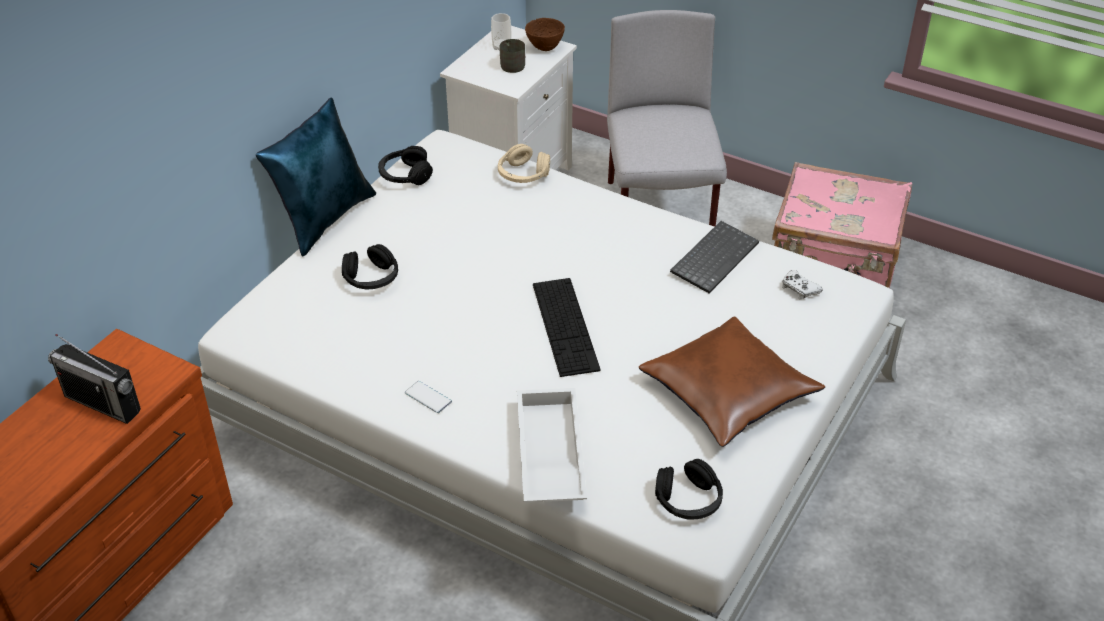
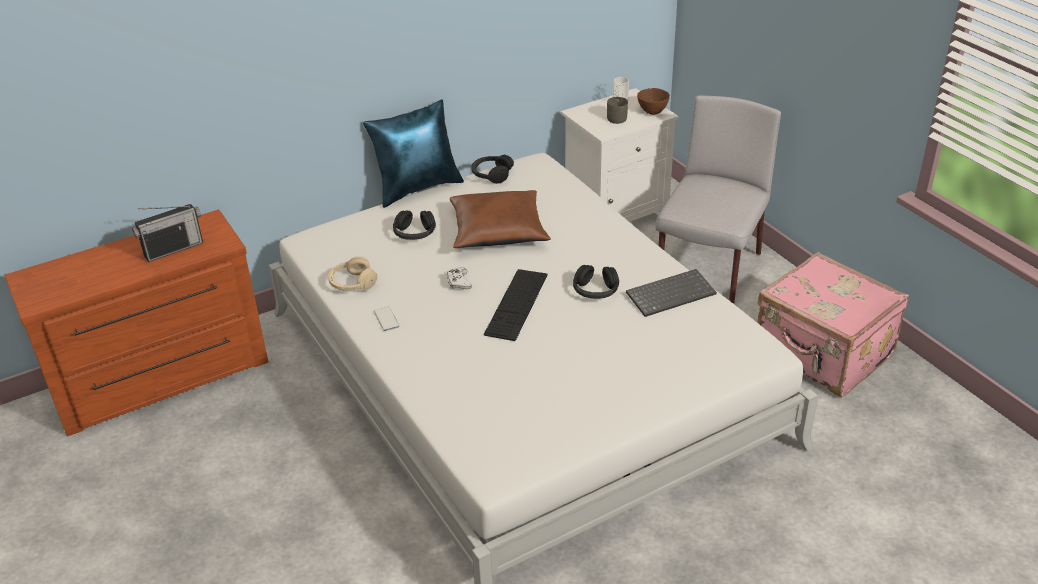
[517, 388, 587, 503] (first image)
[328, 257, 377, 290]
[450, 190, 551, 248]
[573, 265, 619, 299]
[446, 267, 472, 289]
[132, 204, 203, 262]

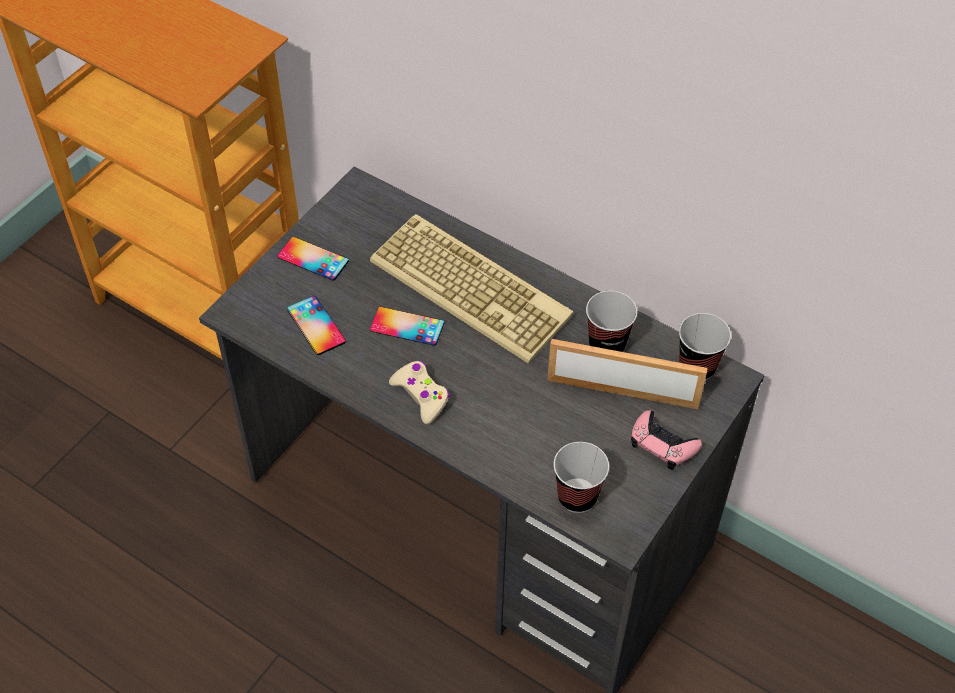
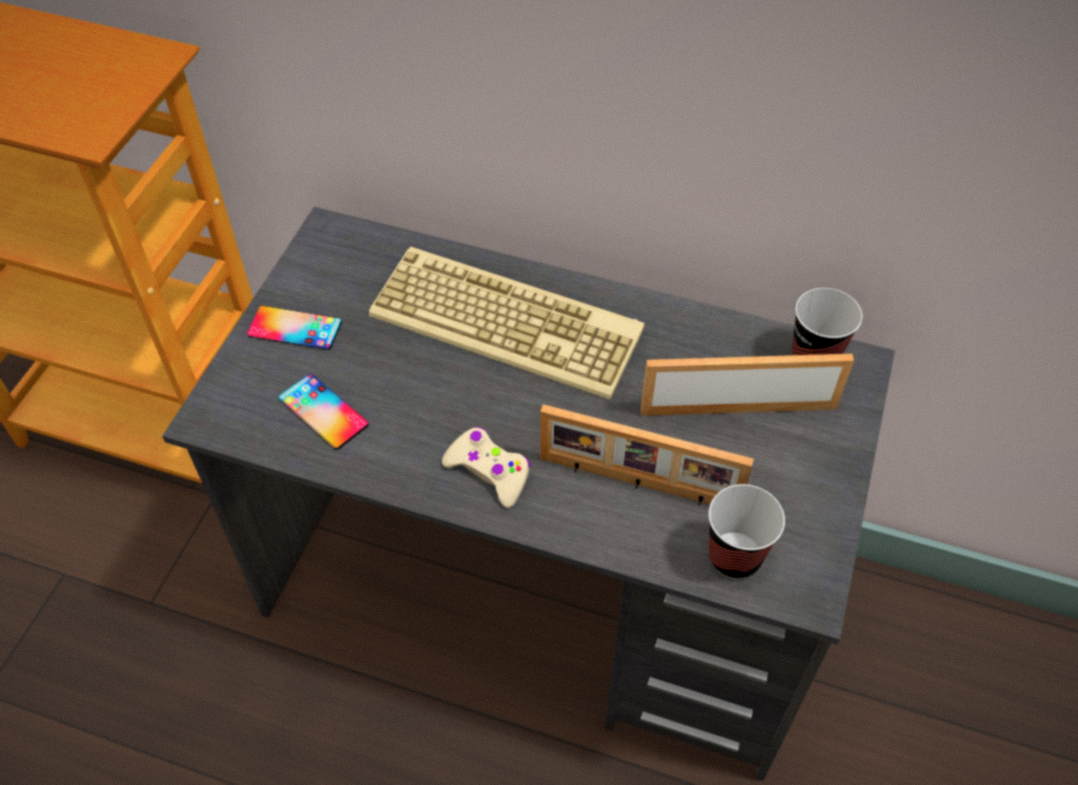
[370, 306, 444, 346] (first image)
[586, 291, 637, 352] (first image)
[631, 410, 702, 470] (first image)
[540, 404, 754, 506]

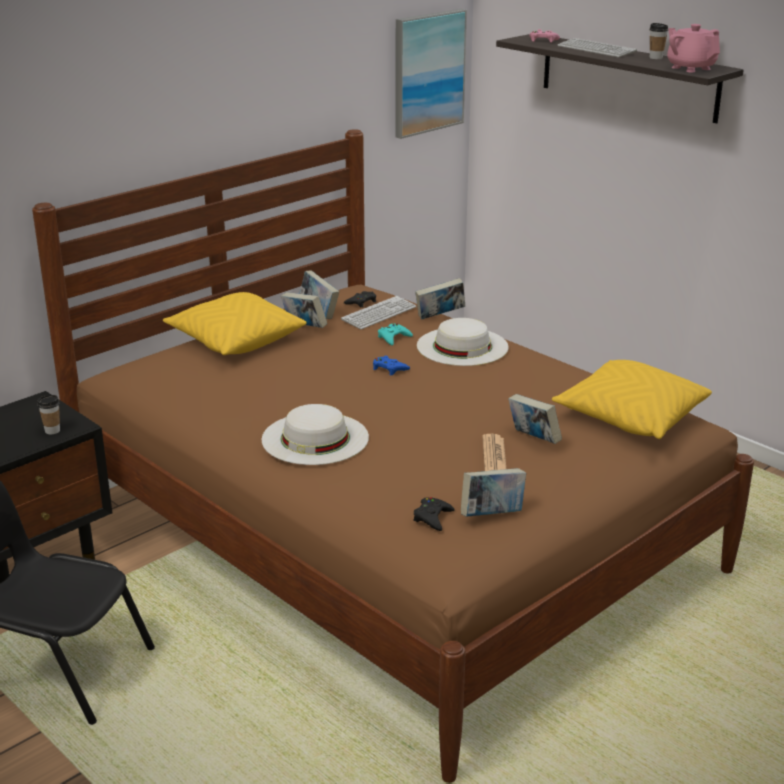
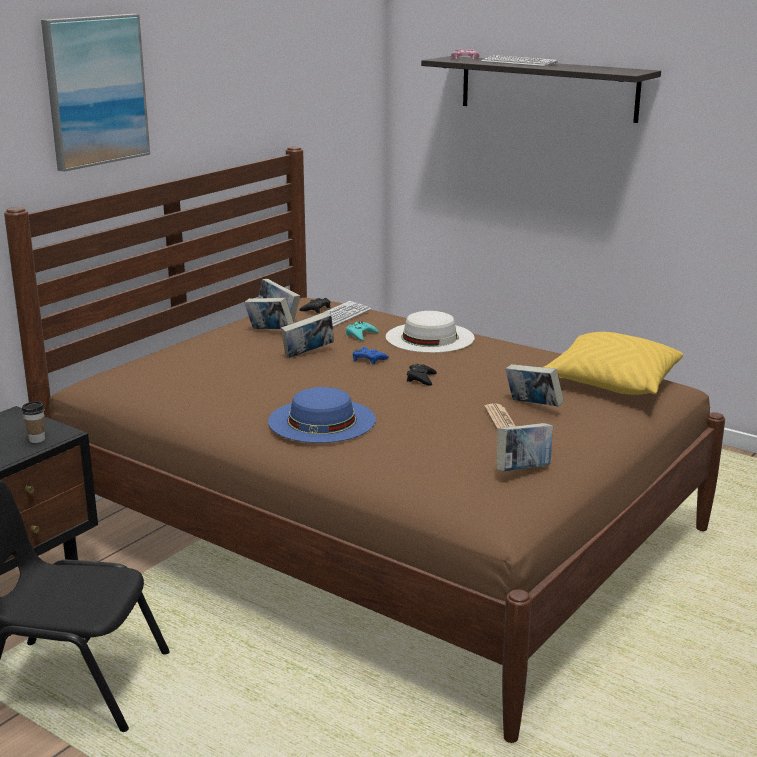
[163, 292, 307, 355] (first image)
[650, 23, 668, 59] (first image)
[667, 24, 720, 72] (first image)
[41, 14, 150, 172]
[407, 364, 437, 386]
[281, 311, 334, 358]
[268, 387, 376, 443]

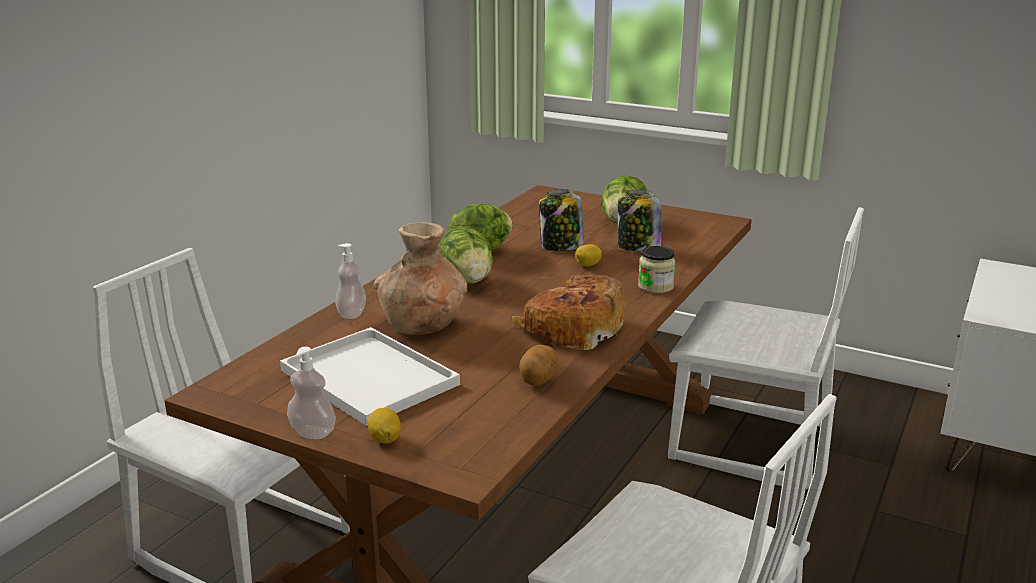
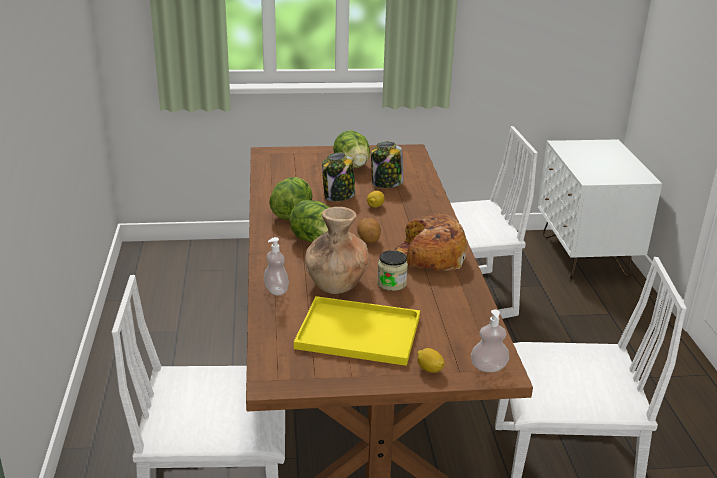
[471, 310, 509, 372]
[357, 218, 381, 243]
[377, 250, 408, 291]
[294, 296, 420, 366]

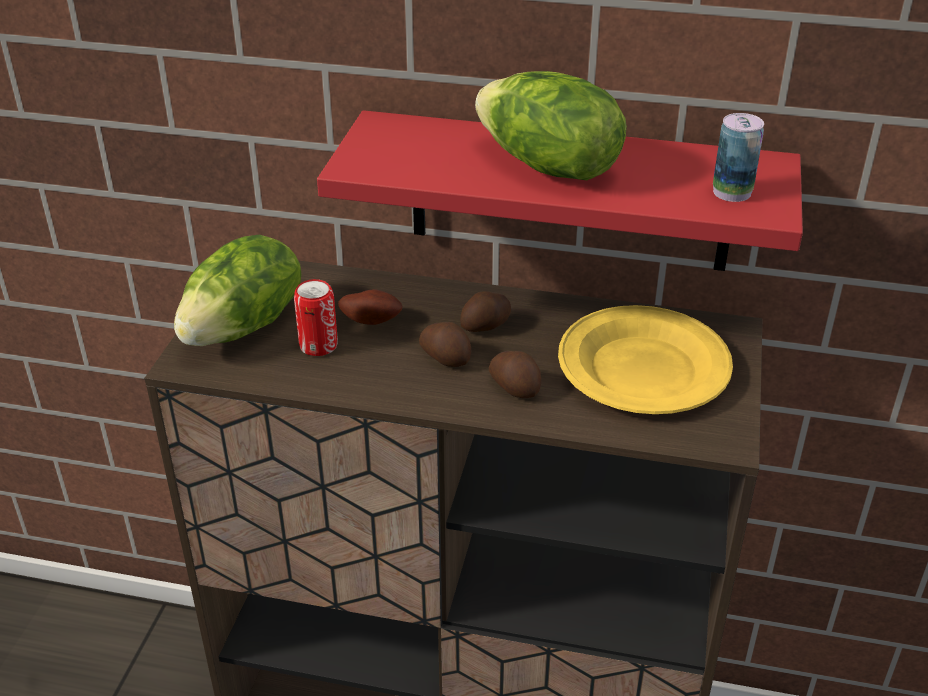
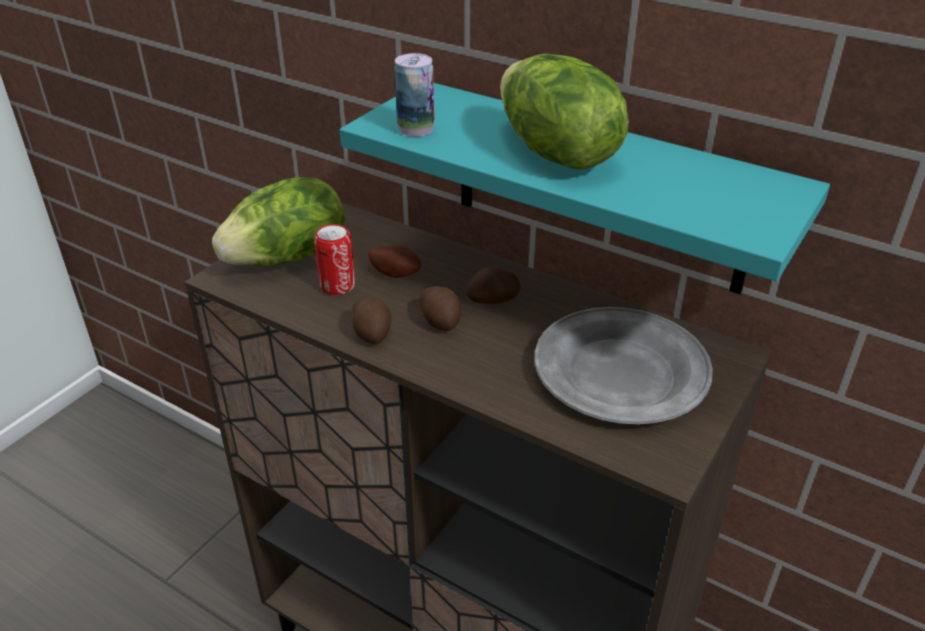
[352, 297, 392, 344]
[394, 53, 434, 137]
[340, 83, 830, 294]
[535, 307, 713, 424]

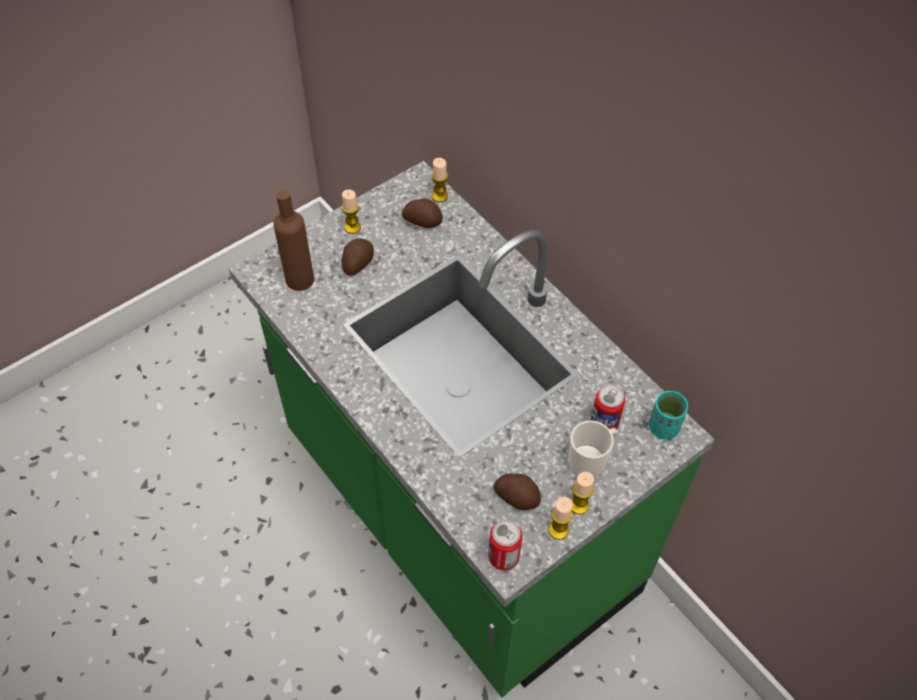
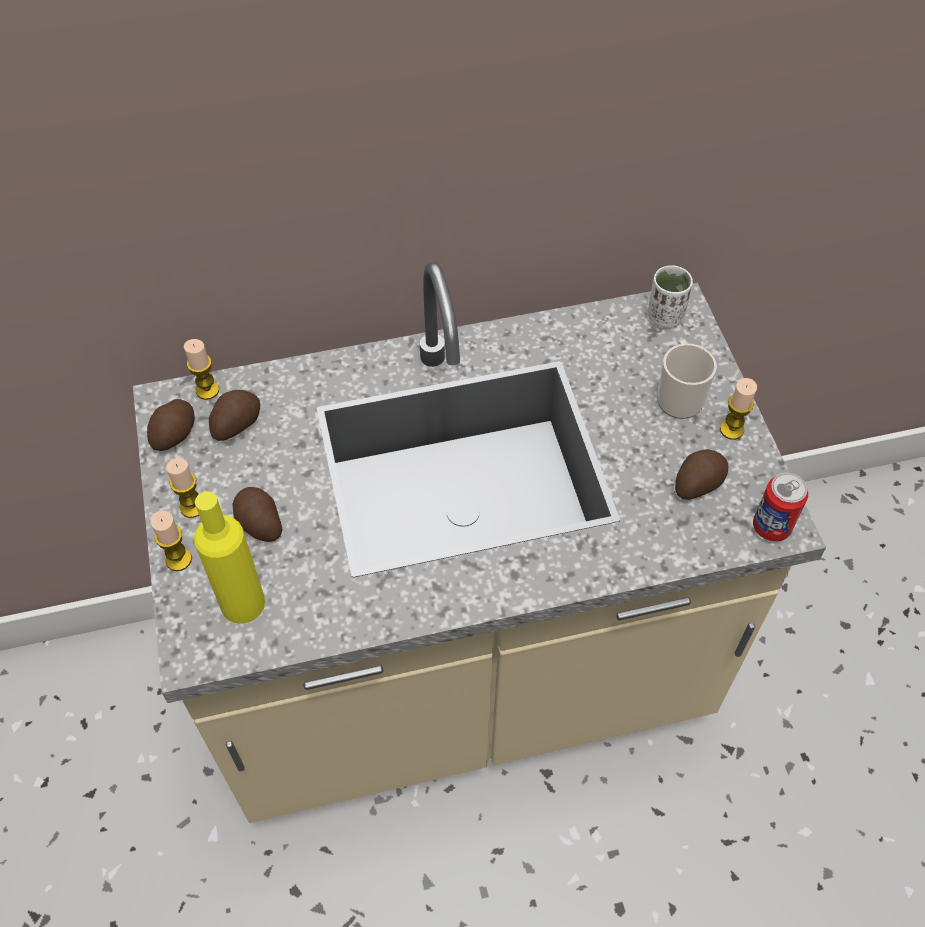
[590, 385, 625, 429] (first image)
[147, 399, 195, 451]
[151, 510, 192, 571]
[133, 261, 826, 823]
[194, 492, 265, 624]
[648, 265, 693, 328]

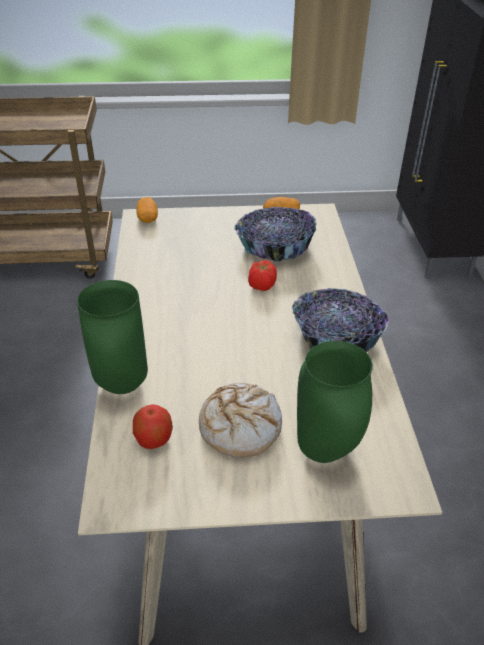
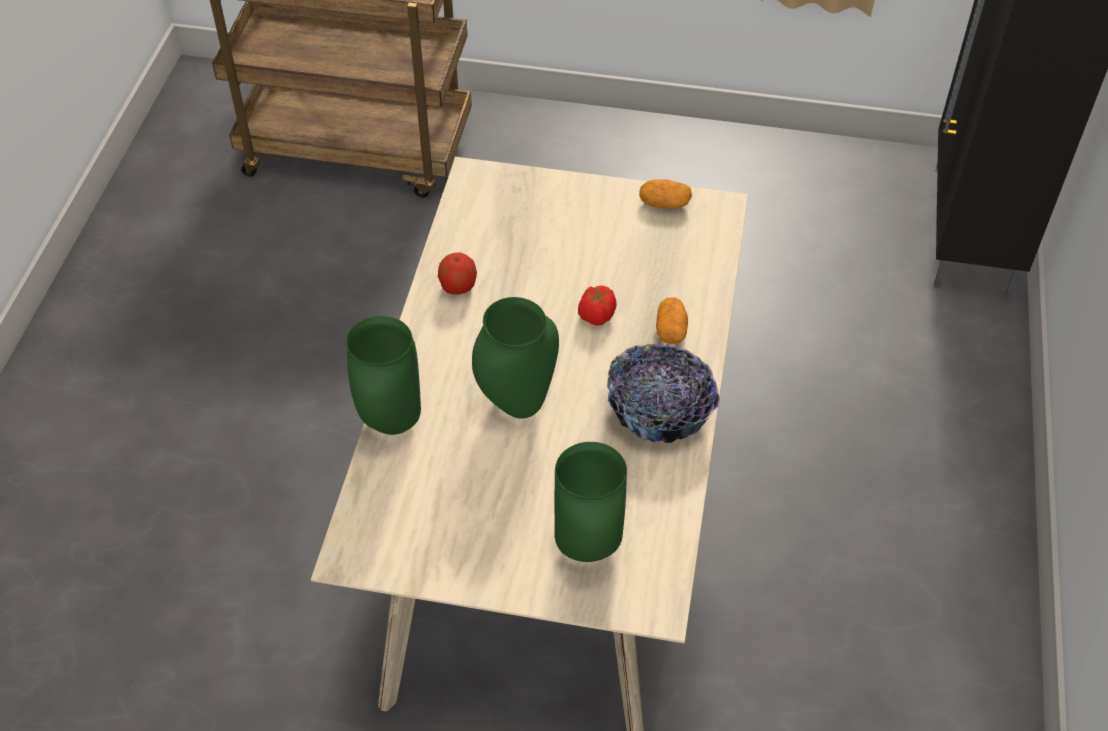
[199, 382, 282, 457] (first image)
[234, 207, 317, 262] (first image)
[472, 297, 559, 419]
[438, 253, 477, 295]
[656, 297, 688, 344]

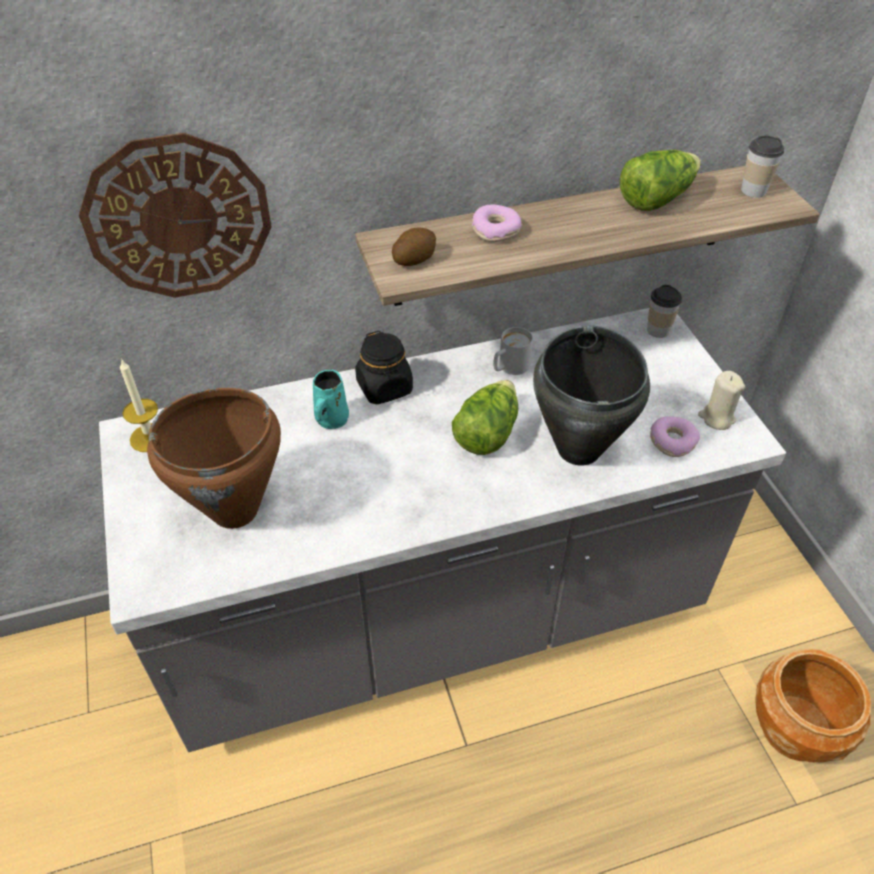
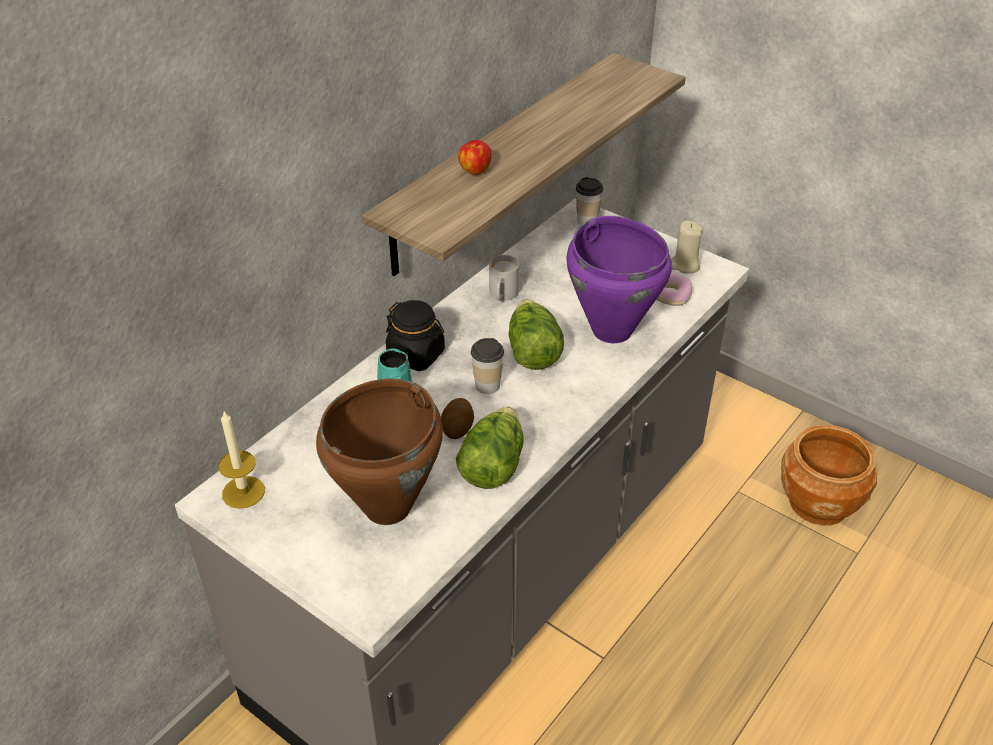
[79, 133, 272, 298] (first image)
[441, 398, 474, 439]
[456, 406, 524, 489]
[471, 338, 504, 394]
[458, 140, 492, 175]
[566, 216, 672, 343]

